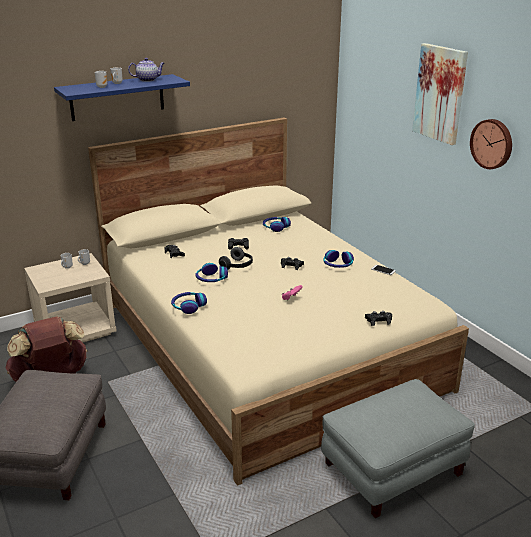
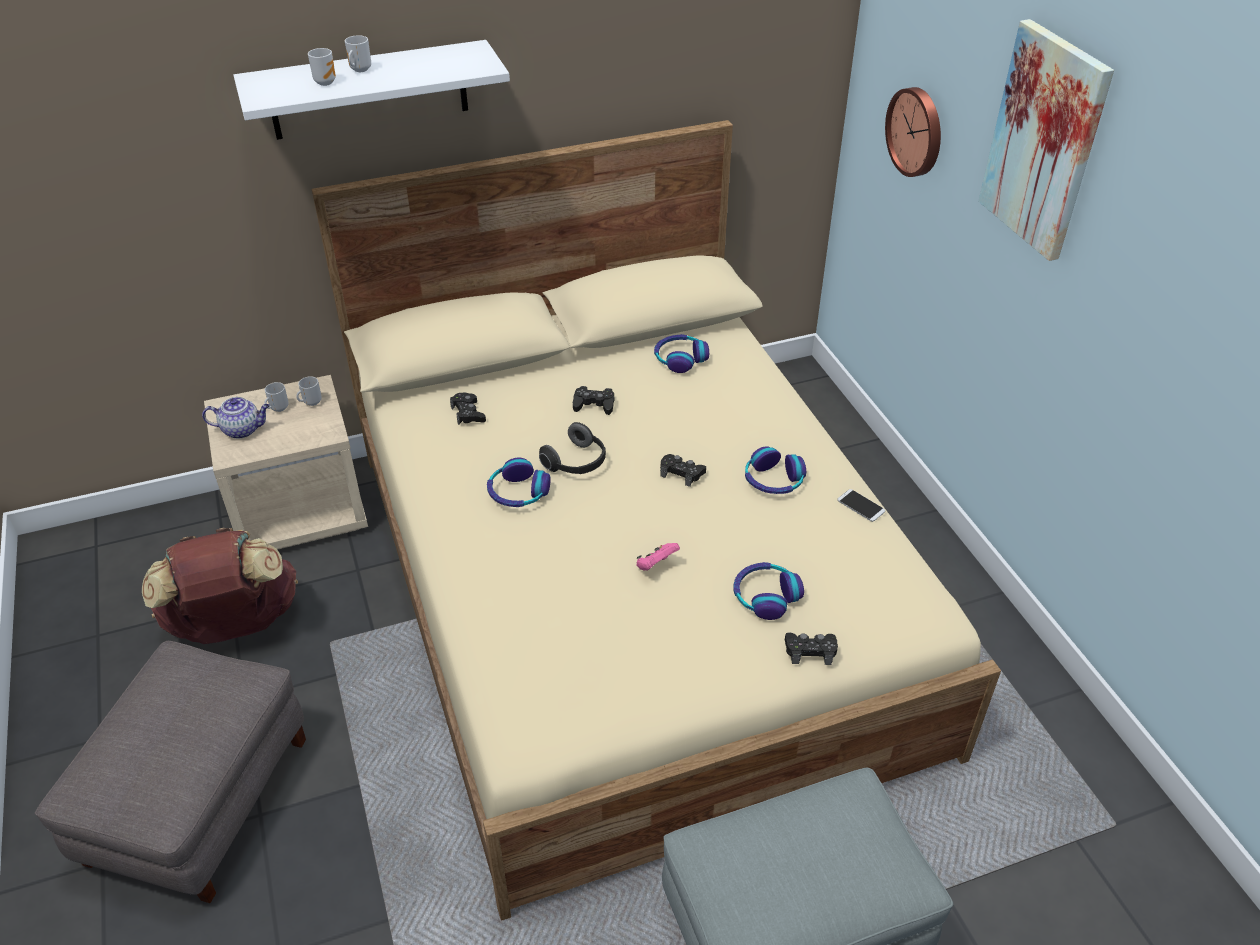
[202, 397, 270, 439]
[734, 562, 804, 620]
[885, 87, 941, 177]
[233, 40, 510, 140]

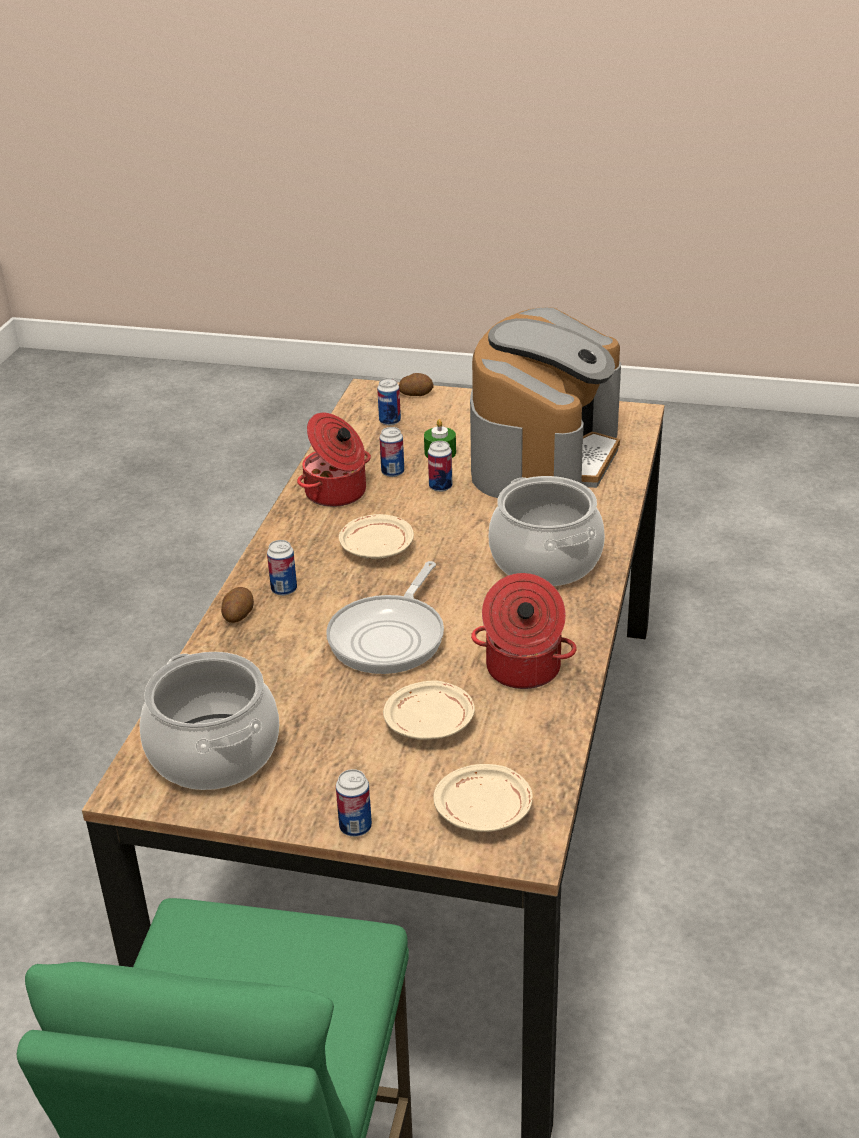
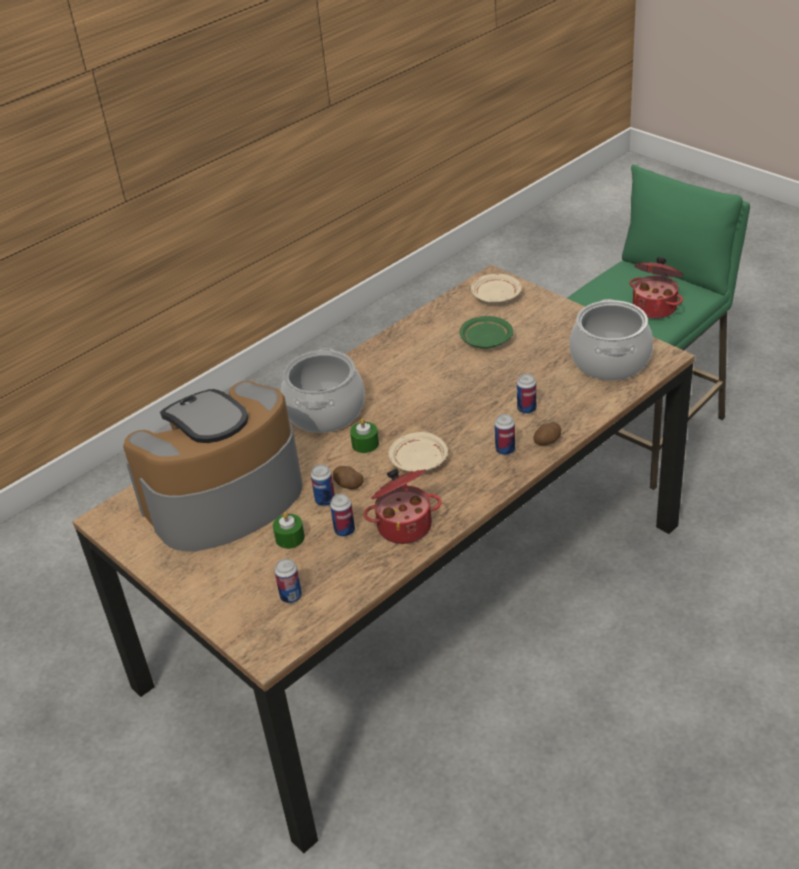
[326, 561, 444, 674] (first image)
[350, 419, 379, 453]
[517, 374, 536, 414]
[333, 466, 364, 489]
[629, 257, 683, 319]
[459, 316, 513, 349]

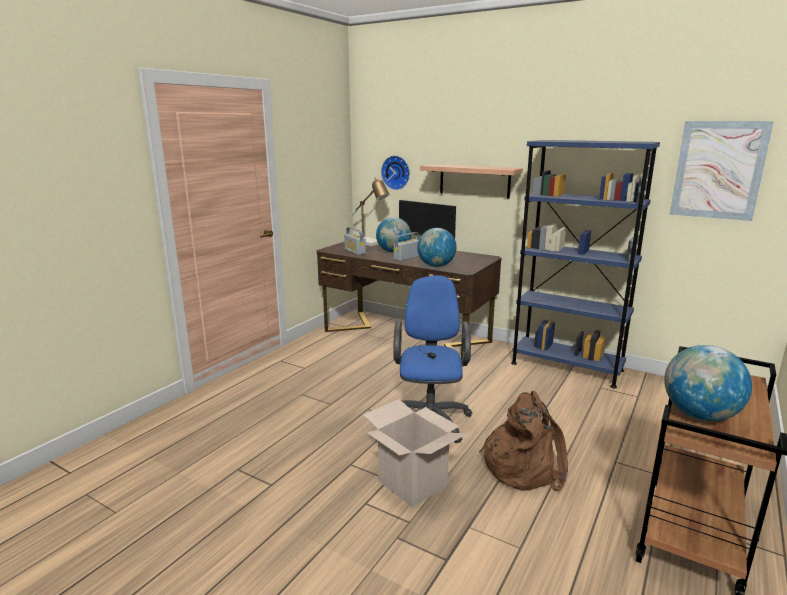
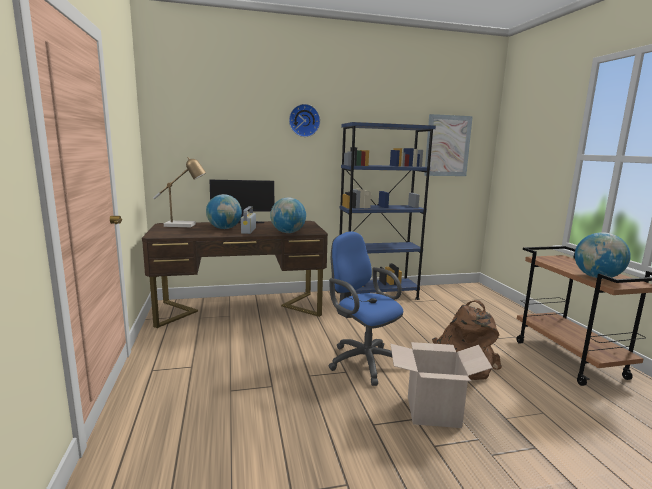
[344, 227, 366, 255] (first image)
[420, 164, 523, 198] (first image)
[289, 104, 320, 137]

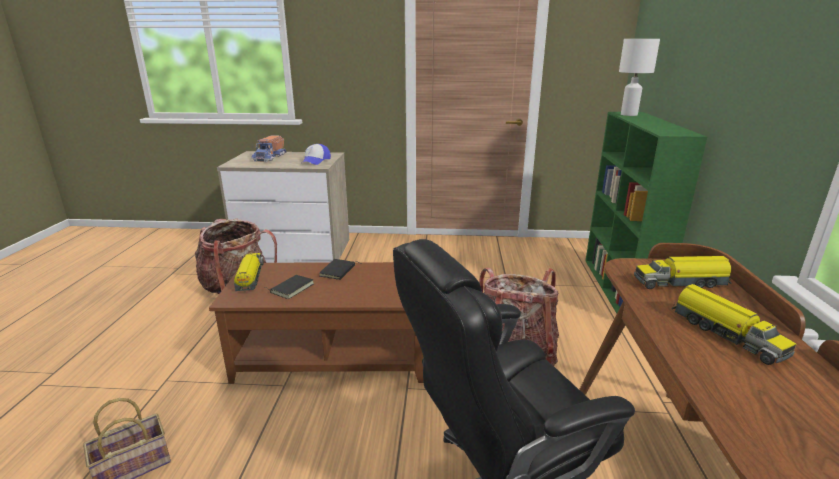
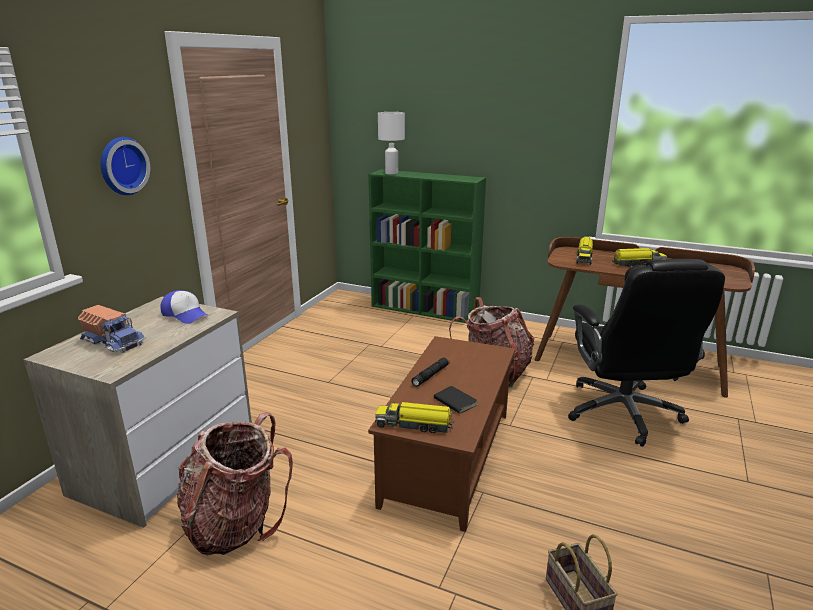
[101, 137, 150, 195]
[411, 357, 449, 387]

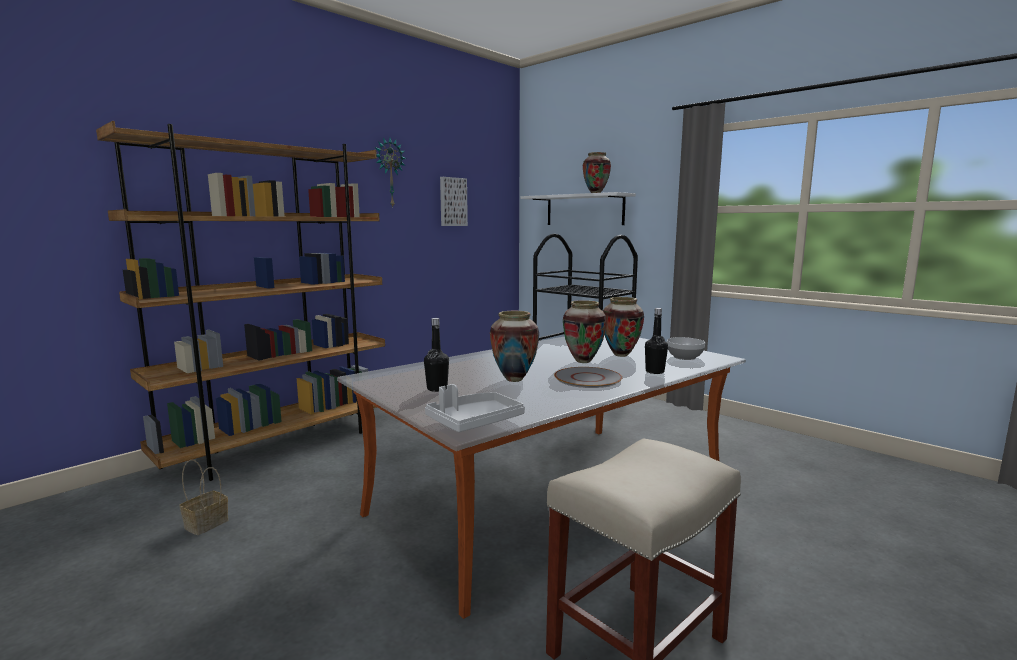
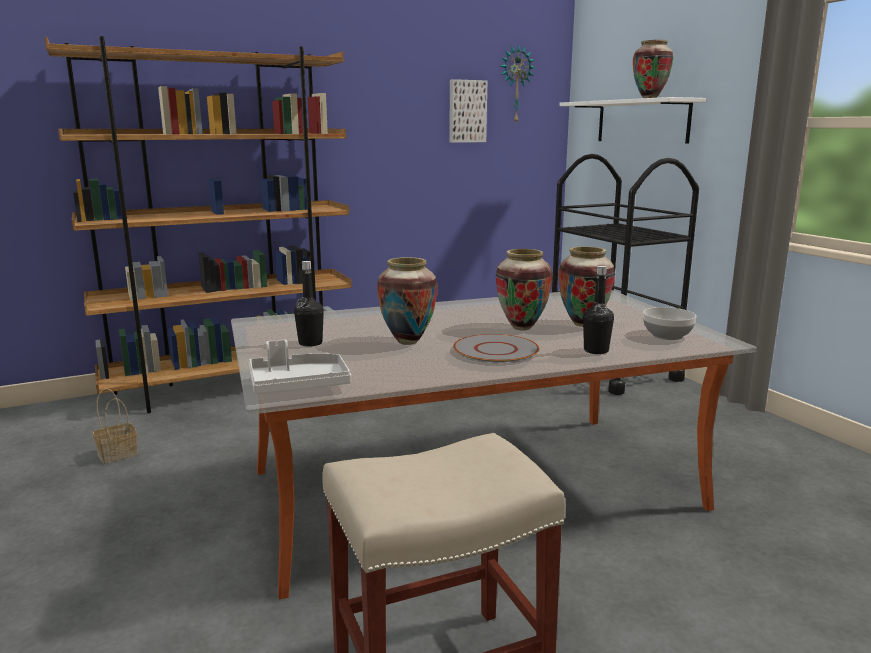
[501, 44, 536, 122]

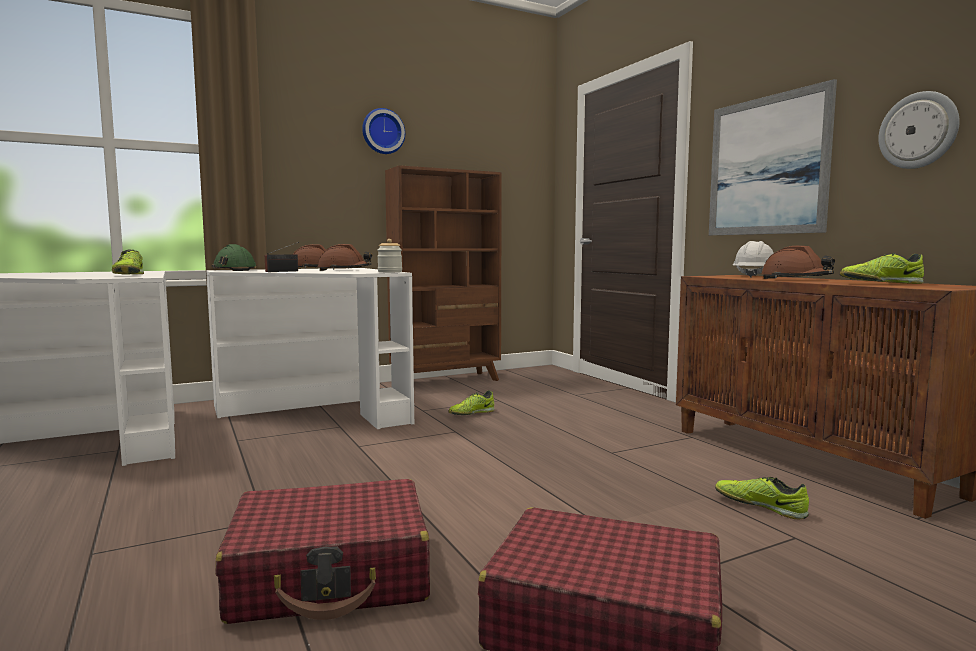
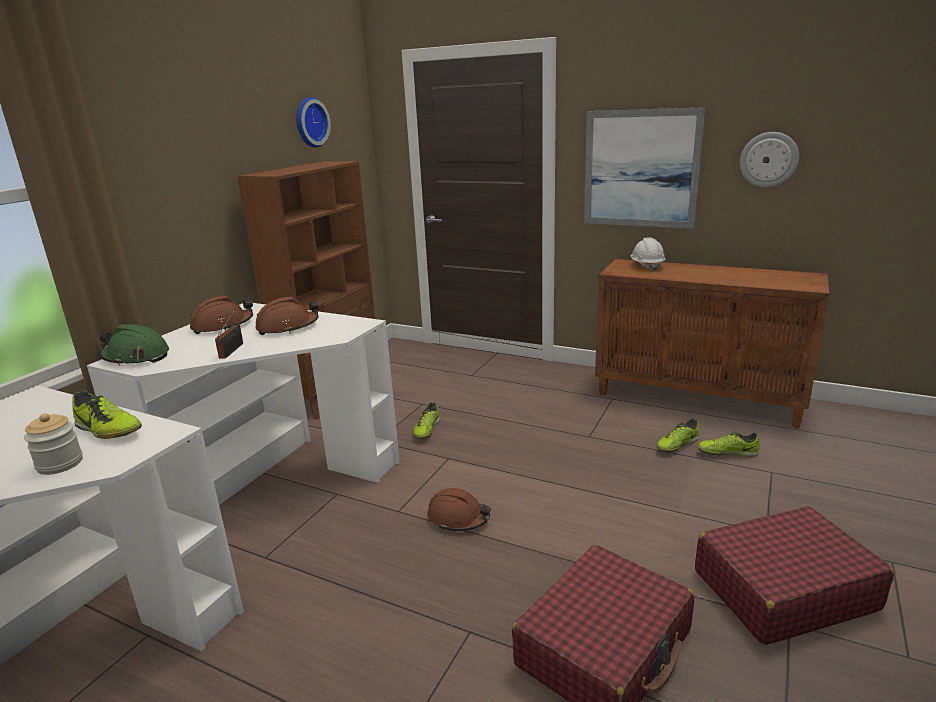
[296, 97, 331, 148]
[24, 413, 83, 475]
[427, 488, 491, 531]
[657, 418, 699, 452]

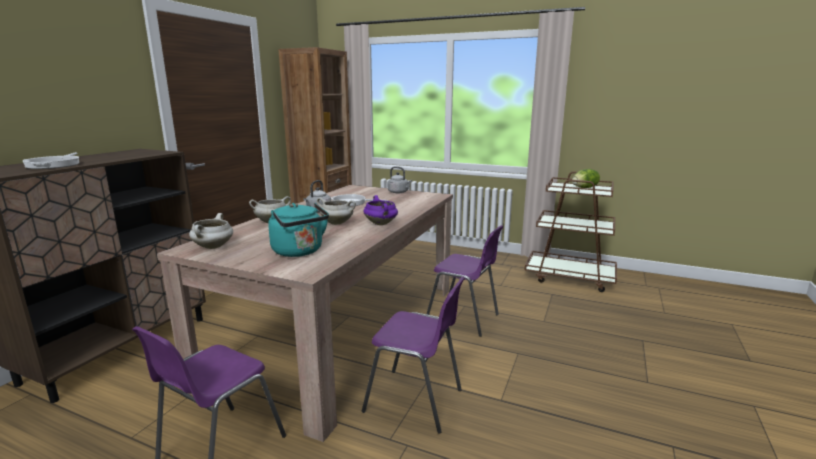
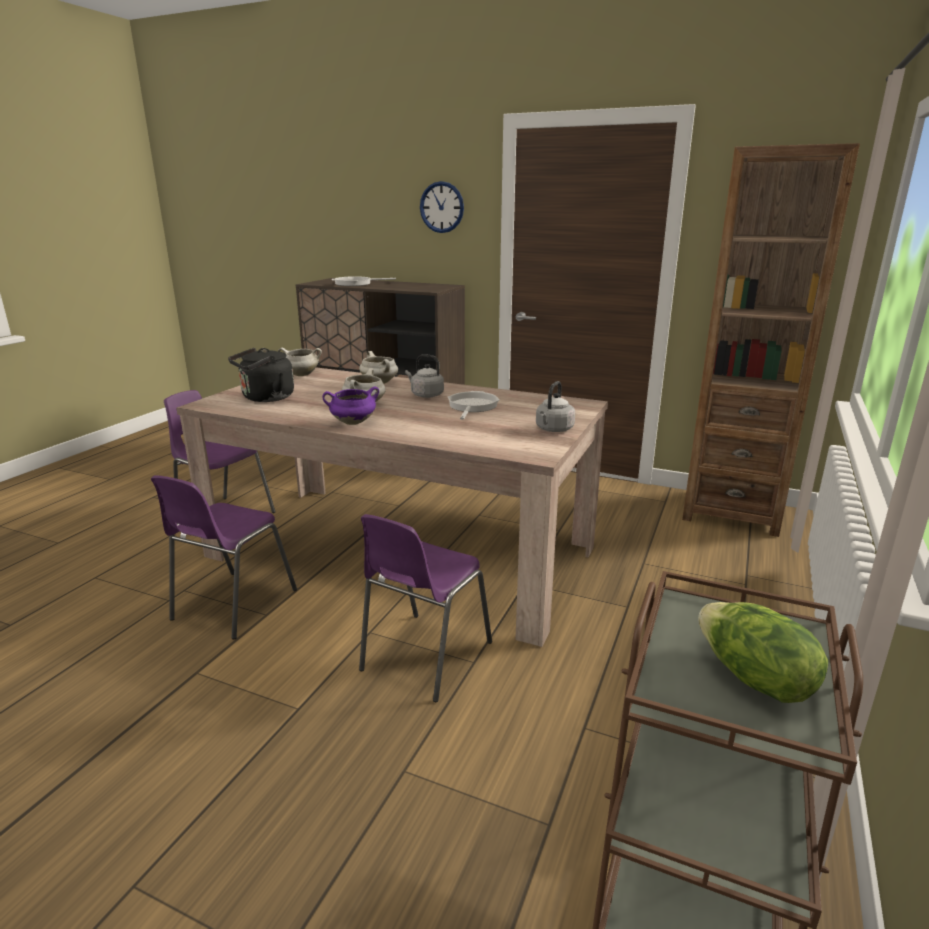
[420, 181, 464, 233]
[228, 348, 294, 402]

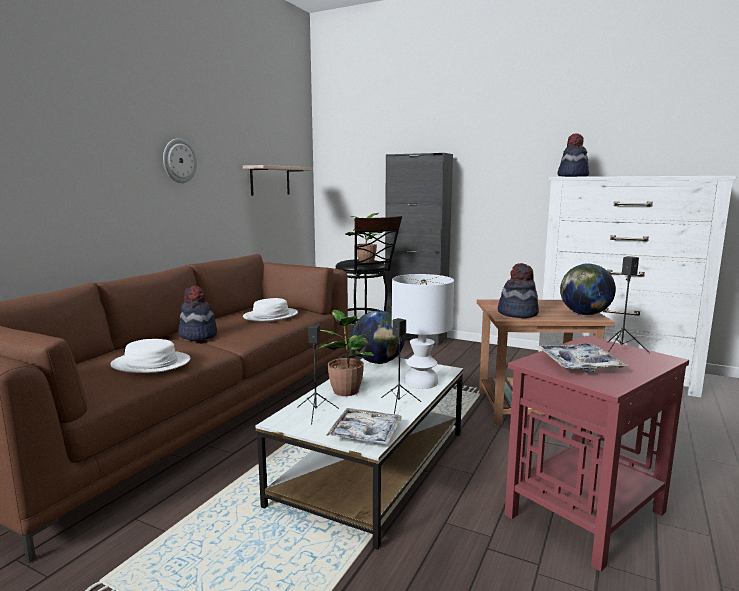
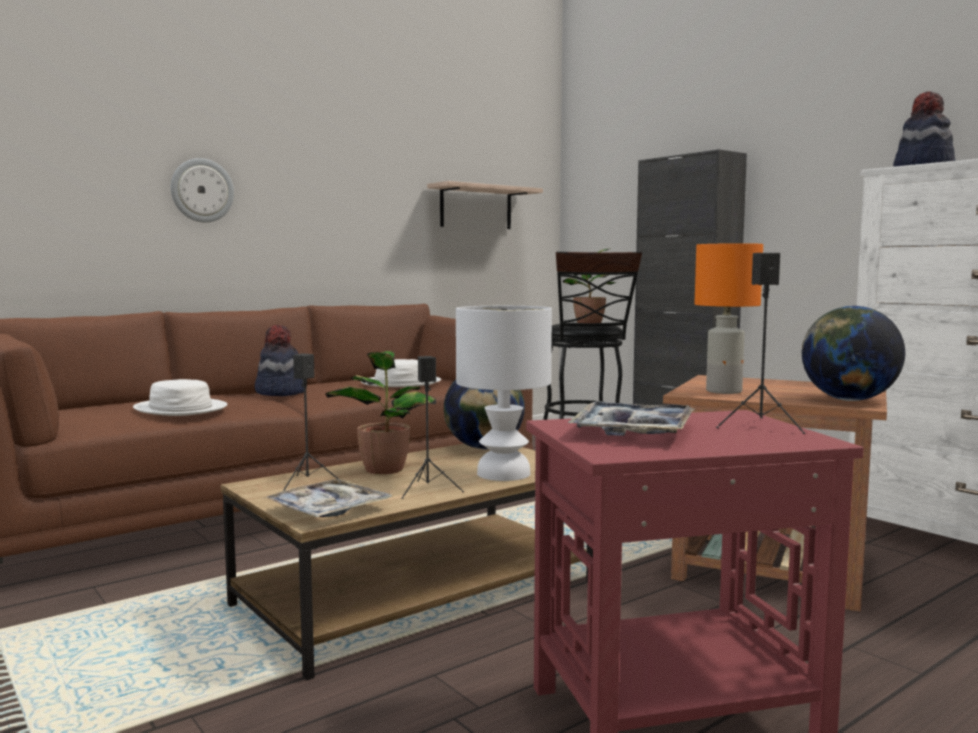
[171, 158, 234, 223]
[695, 243, 763, 394]
[221, 444, 593, 681]

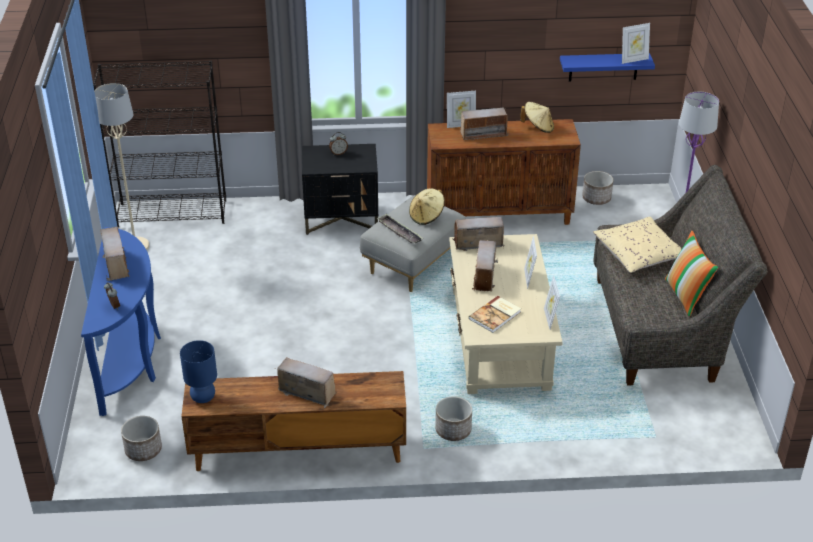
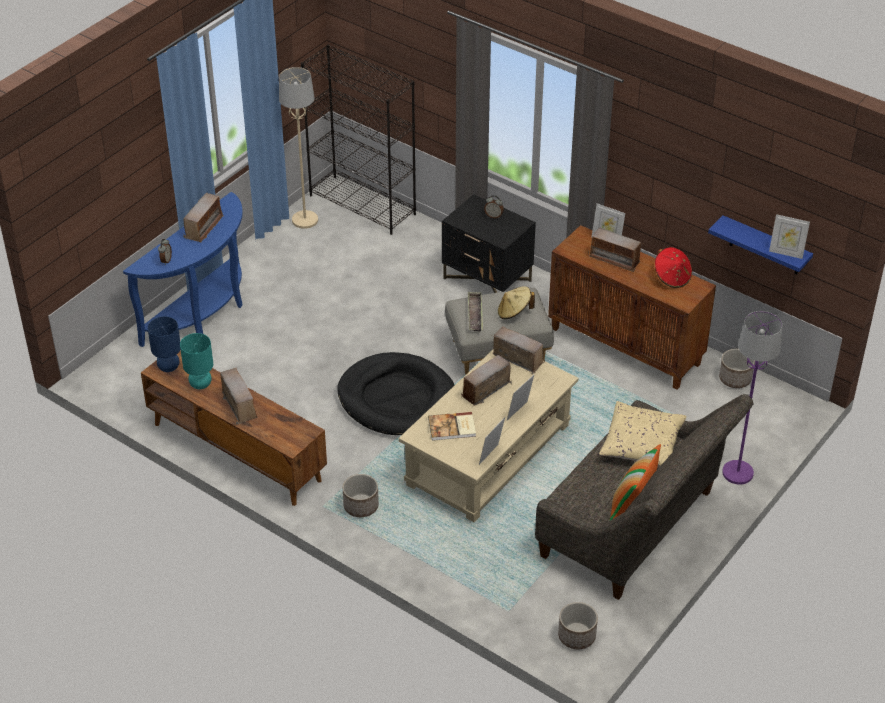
[180, 333, 213, 389]
[337, 352, 455, 435]
[558, 602, 598, 649]
[655, 247, 692, 288]

